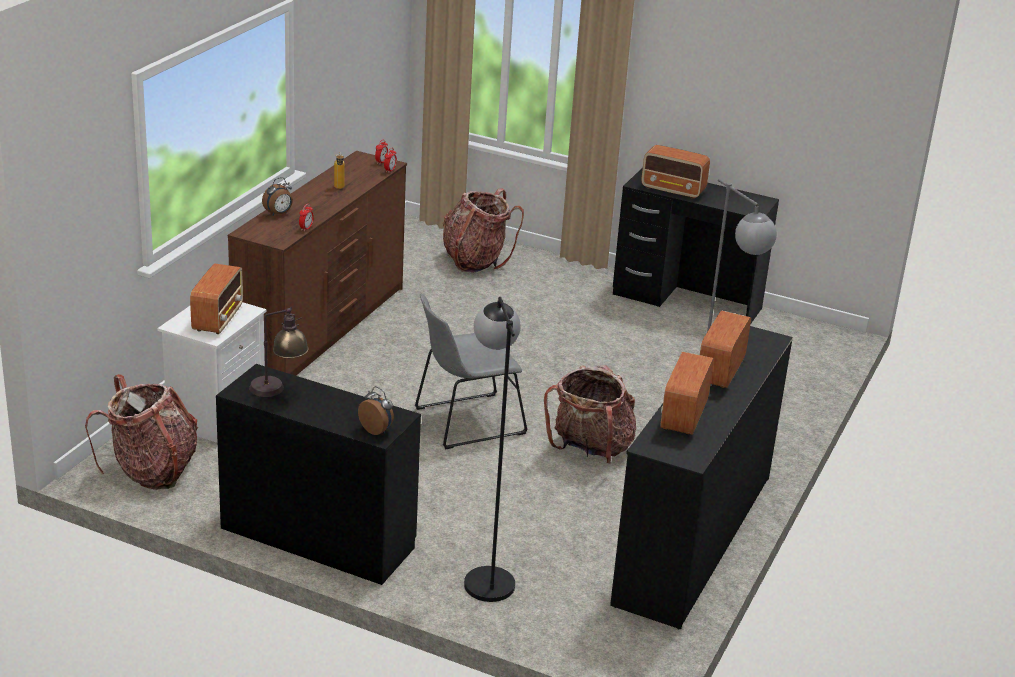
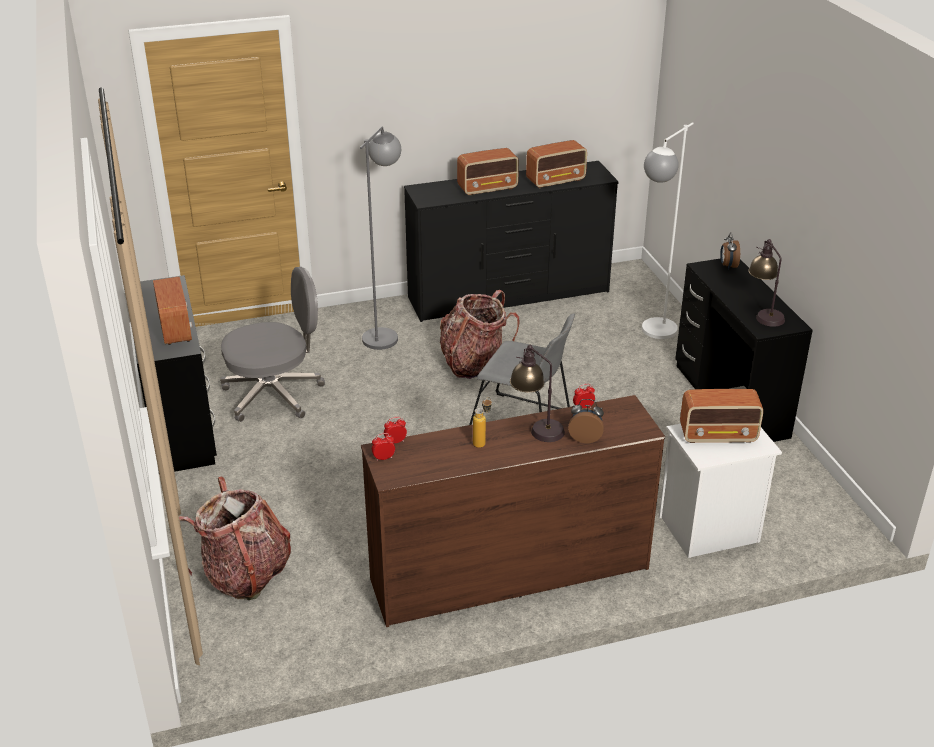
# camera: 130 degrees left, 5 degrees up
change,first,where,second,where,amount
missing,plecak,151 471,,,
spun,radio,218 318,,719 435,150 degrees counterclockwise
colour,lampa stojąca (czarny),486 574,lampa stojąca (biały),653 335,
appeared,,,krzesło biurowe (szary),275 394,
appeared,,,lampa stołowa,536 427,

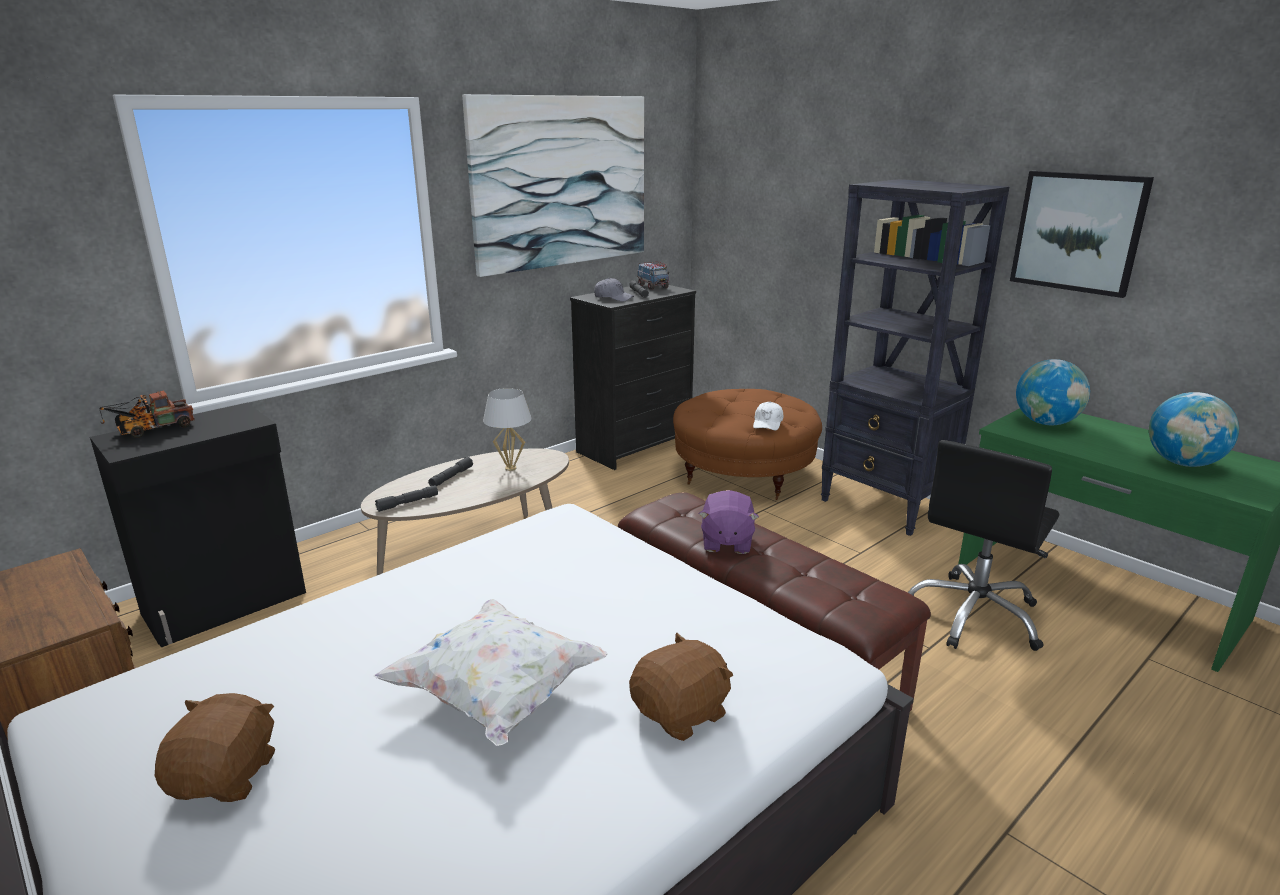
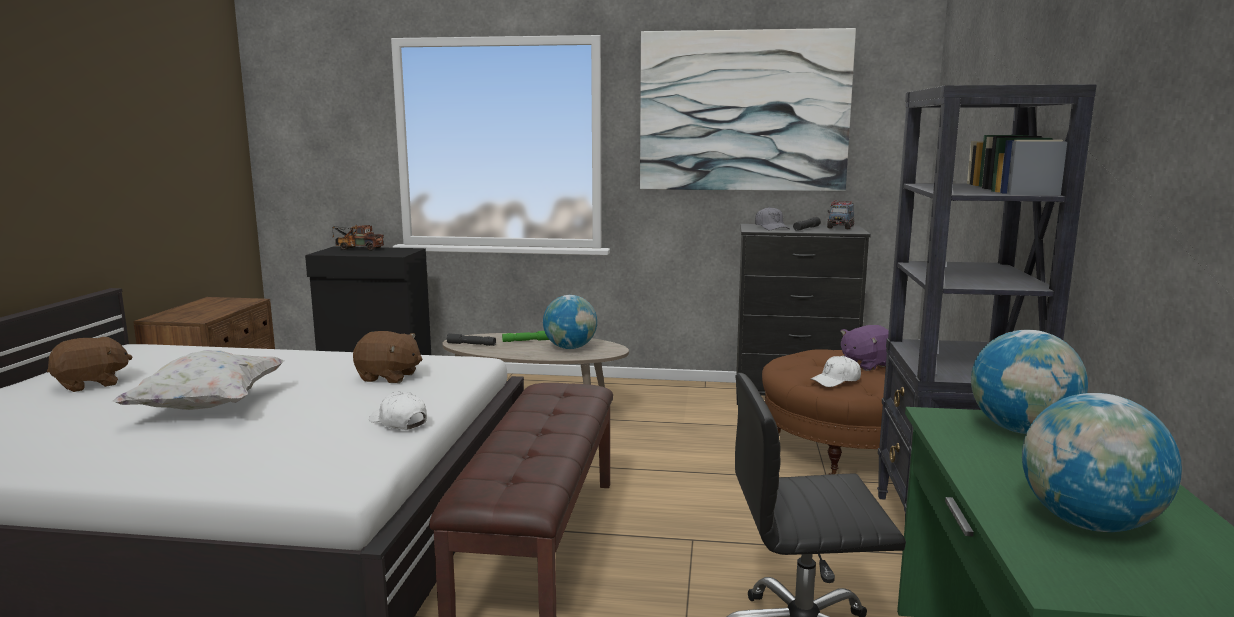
# camera: 50 degrees right, 10 degrees down
change,first,where,second,where,amount
colour,latarka (szary),451 477,latarka (zielony),527 341,
exchanged,lampa stołowa (biały),510 468,globus,570 348,
relocated,pluszak (brązowy),681 713,,388 377,
relocated,pluszak (fioletowy),726 542,,866 364,
missing,obraz,1078 232,,,
appeared,,,czapka z daszkiem (biały),398 422,

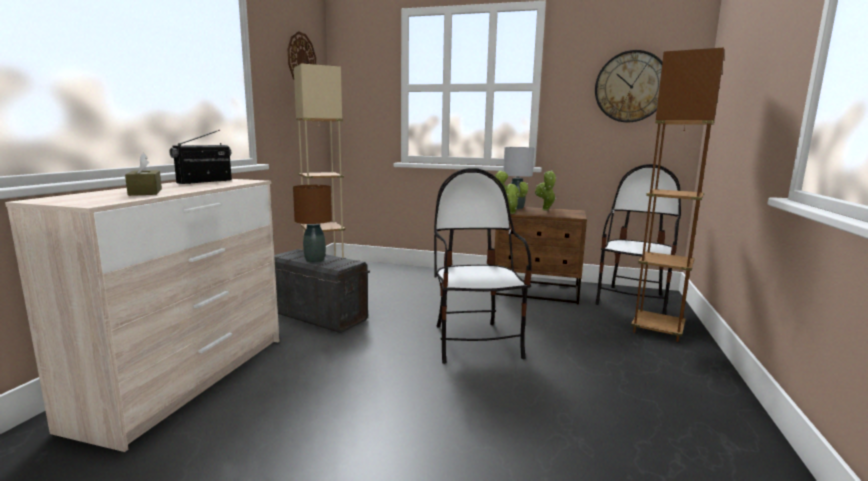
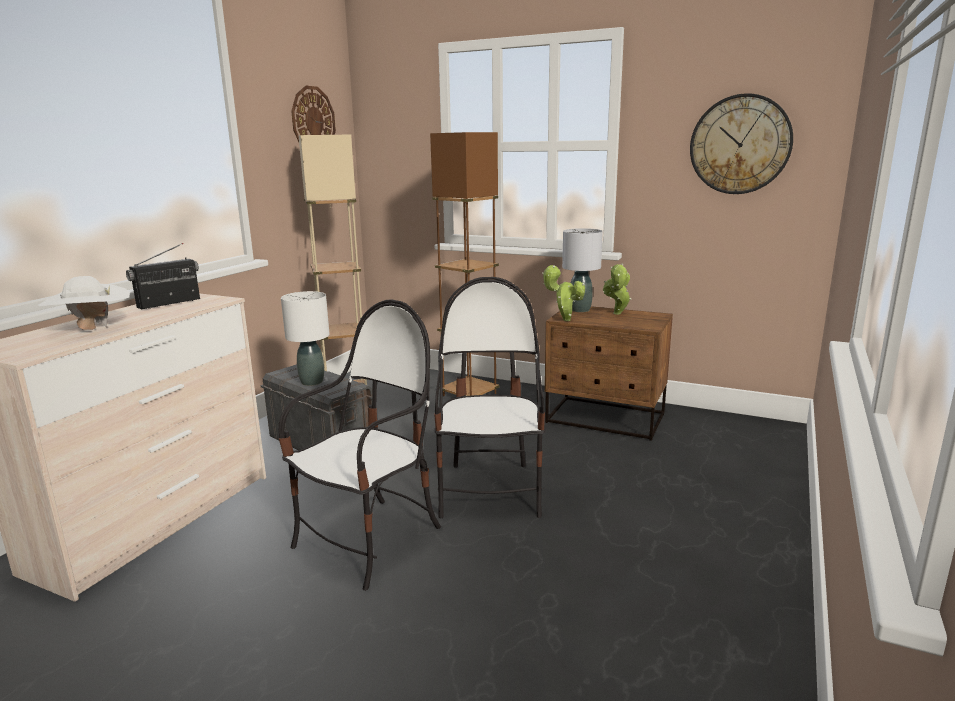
# camera: 10 degrees right, 5 degrees up
change,first,where,second,where,amount
exchanged,pudełko chusteczek (brązowy),145 192,kapelusz (biały),91 330,
colour,lampa stołowa (brązowy),314 260,lampa stołowa (biały),312 382,
relocated,krzesło,633 300,,369 541,
relocated,lampa stojąca (brązowy),657 330,,469 394,

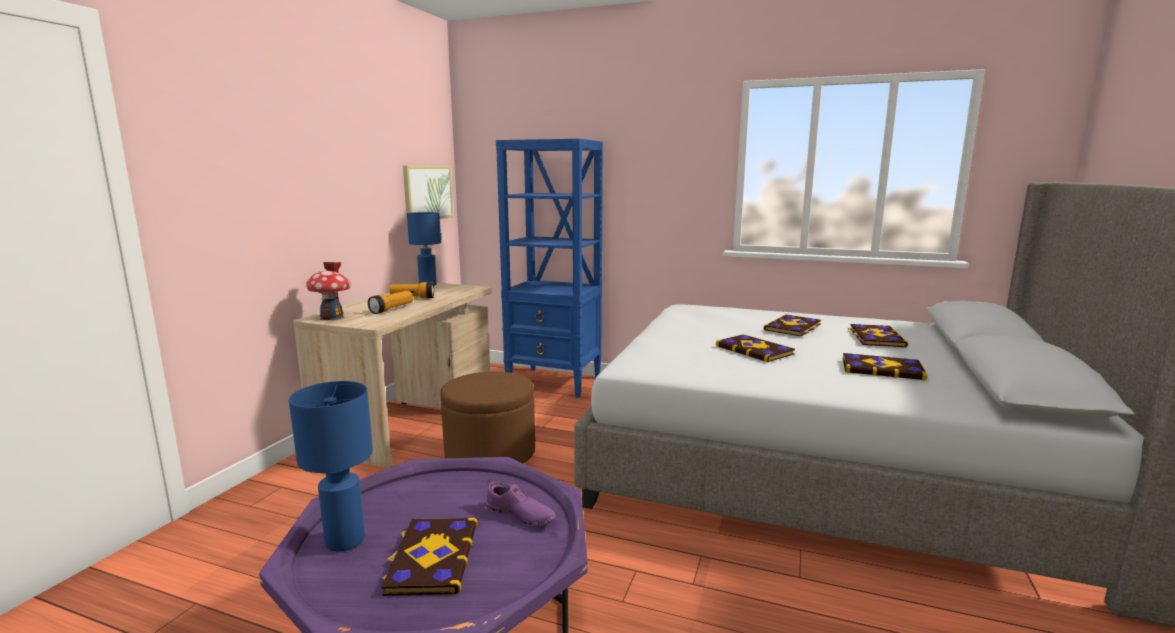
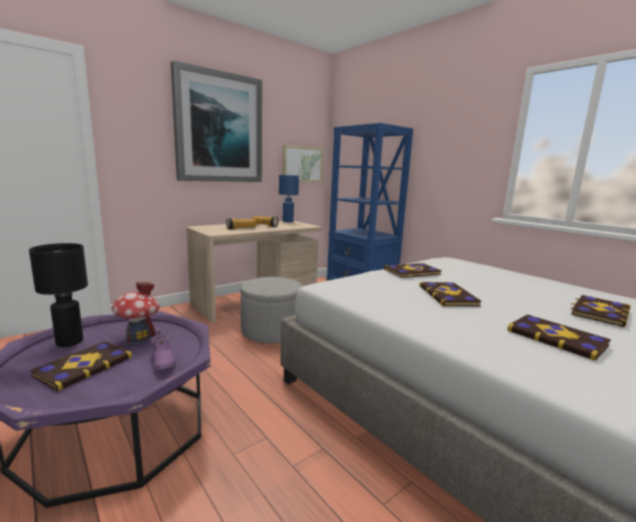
# camera: 30 degrees right, 0 degrees up
change,first,where,second,where,amount
colour,lampa stołowa (niebieski),346 541,lampa stołowa (czarny),69 342,
relocated,domek,332 317,,139 338,
colour,pufa (brązowy),490 454,pufa (szary),271 331,
relocated,książka,793 327,,412 272,
appeared,,,obraz,219 128,

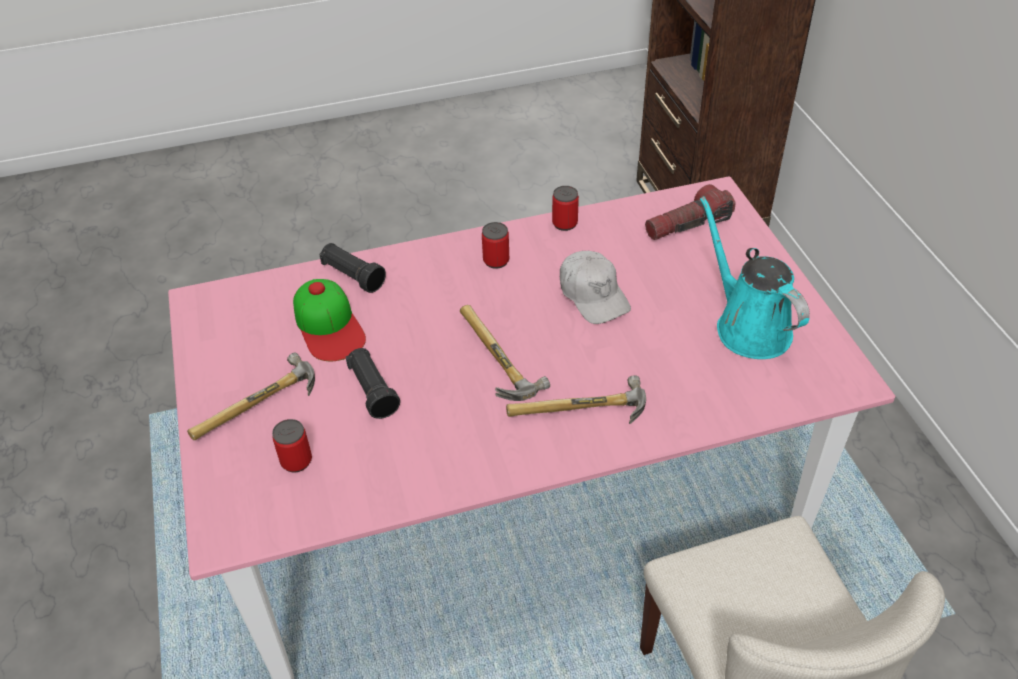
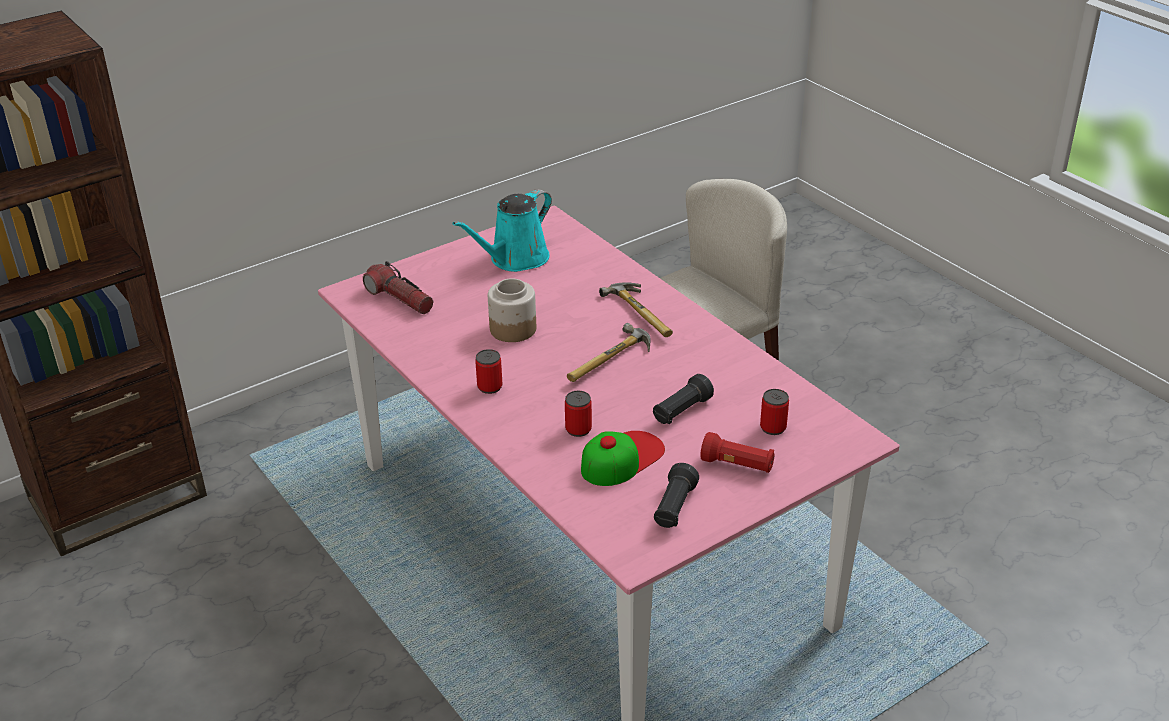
# camera: 110 degrees left, 10 degrees down
change,first,where,second,where,amount
exchanged,młotek,259 409,latarka (czerwony),737 465,
relocated,latarka (czarny),353 276,,674 508,
relocated,puszka,564 223,,578 429,
exchanged,czapka z daszkiem (biały),593 295,słoik,512 329,

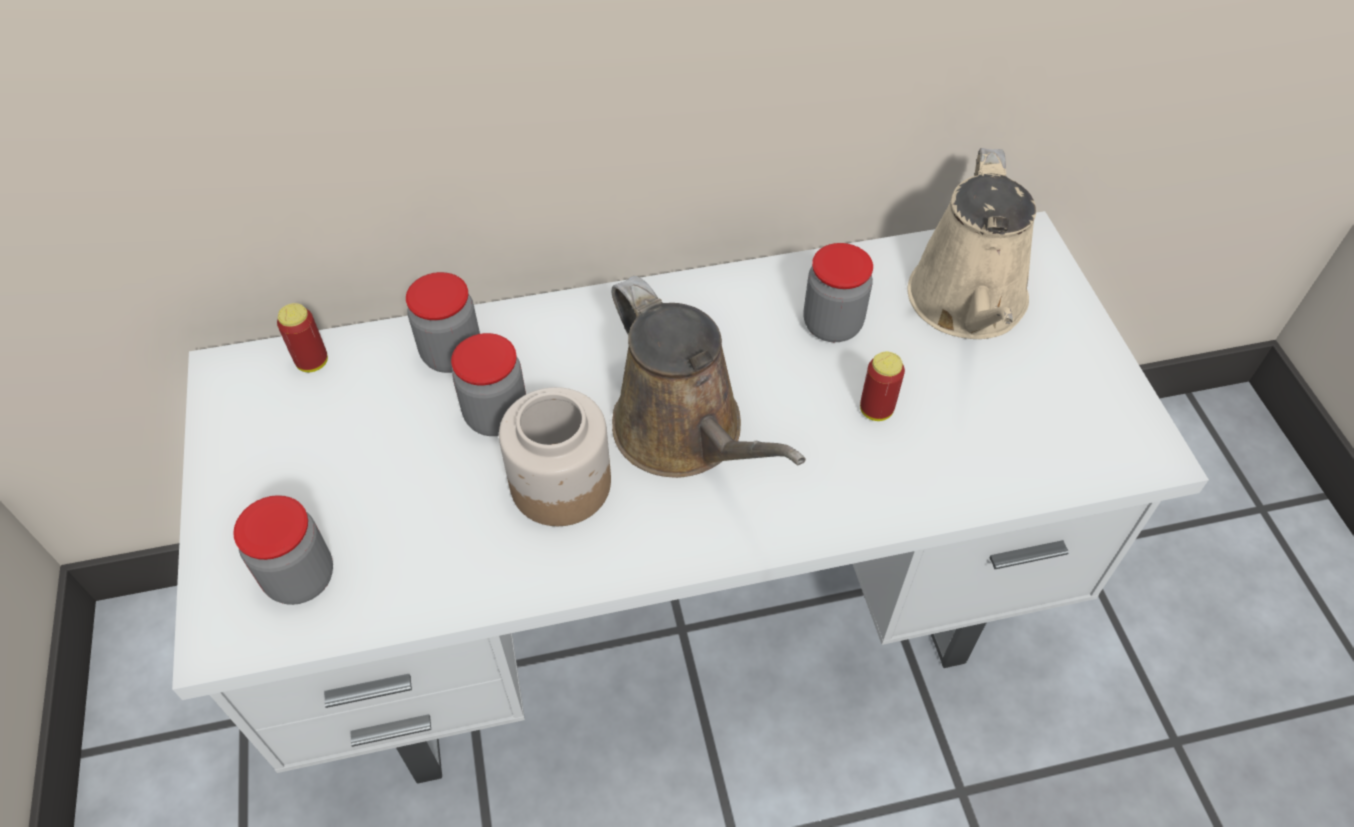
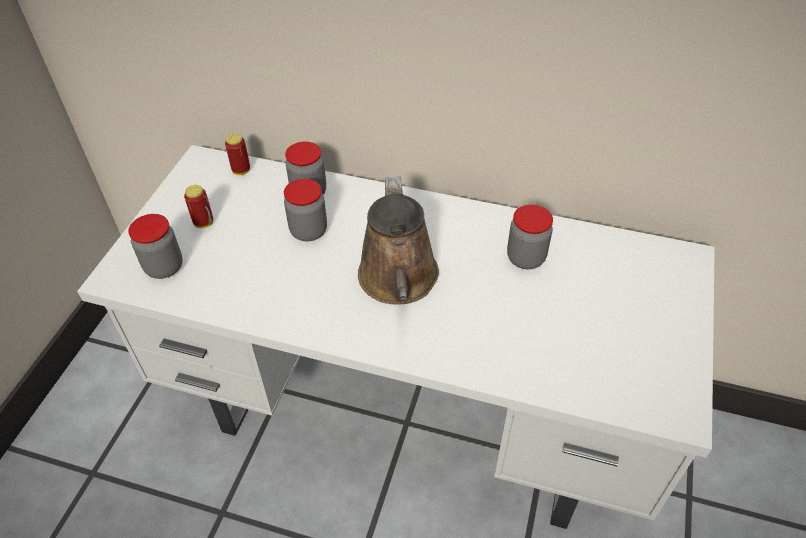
# camera: 30 degrees right, 5 degrees down
change,first,where,second,where,amount
missing,słoik,559 484,,,
relocated,puszka,876 410,,203 223,
missing,konewka (beżowy),968 305,,,

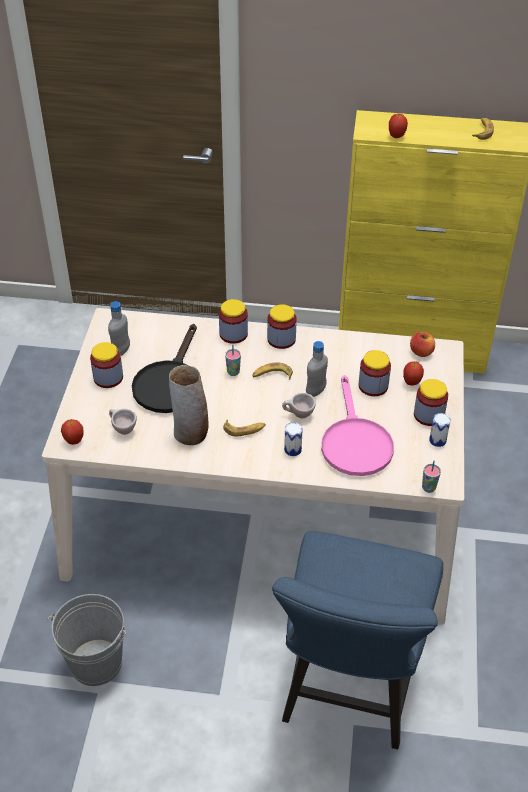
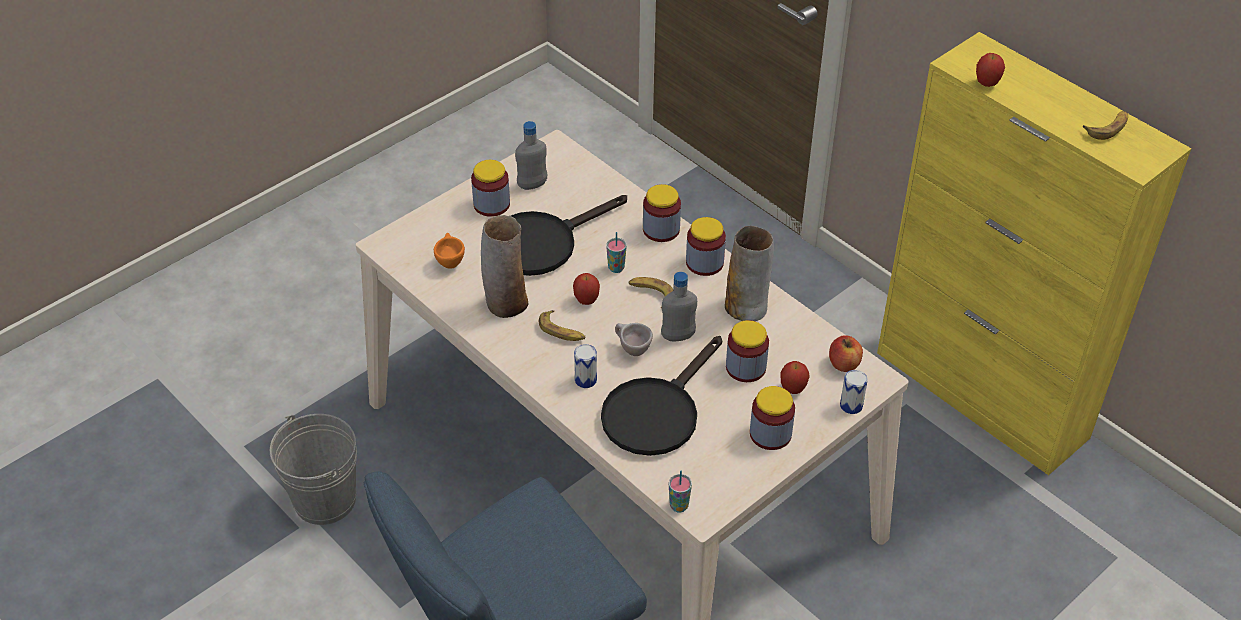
# camera: 40 degrees right, 0 degrees up
change,first,where,second,where,amount
relocated,jabłko,74 441,,586 301,
colour,filiżanka (beżowy),122 429,filiżanka (pomarańczowy),449 261,
colour,patelnia (różowy),354 442,patelnia (czarny),657 411,
relocated,puszka,437 440,,851 405,
appeared,,,wazon,746 307,

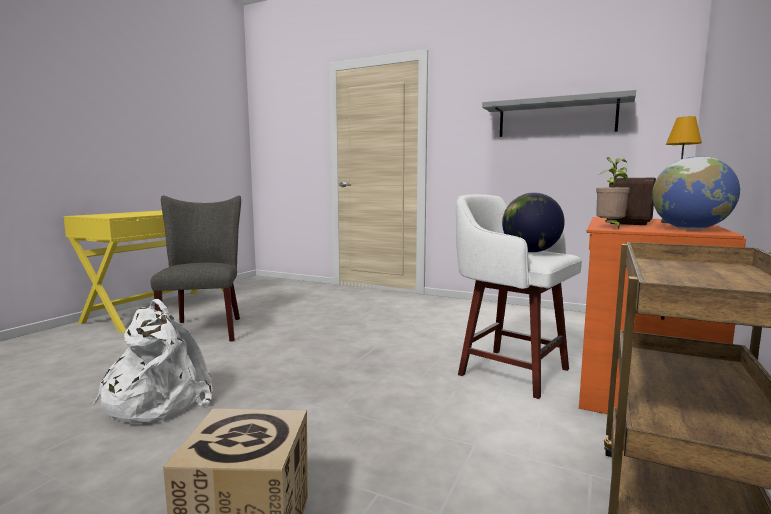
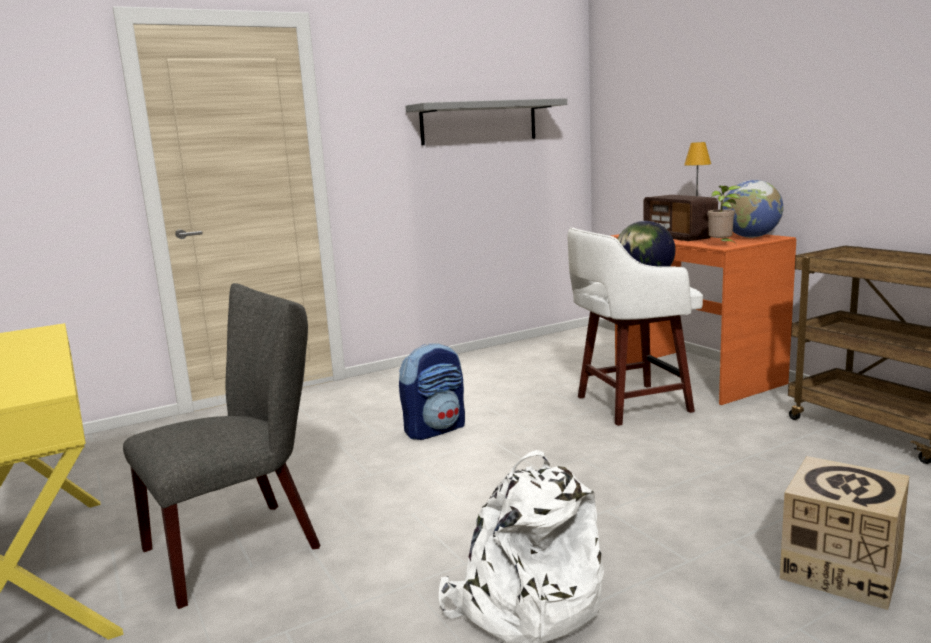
# camera: 55 degrees left, 5 degrees up
change,first,where,second,where,amount
spun,krzesło (szary),204 329,,243 545,120 degrees clockwise
appeared,,,plecak,435 429,

